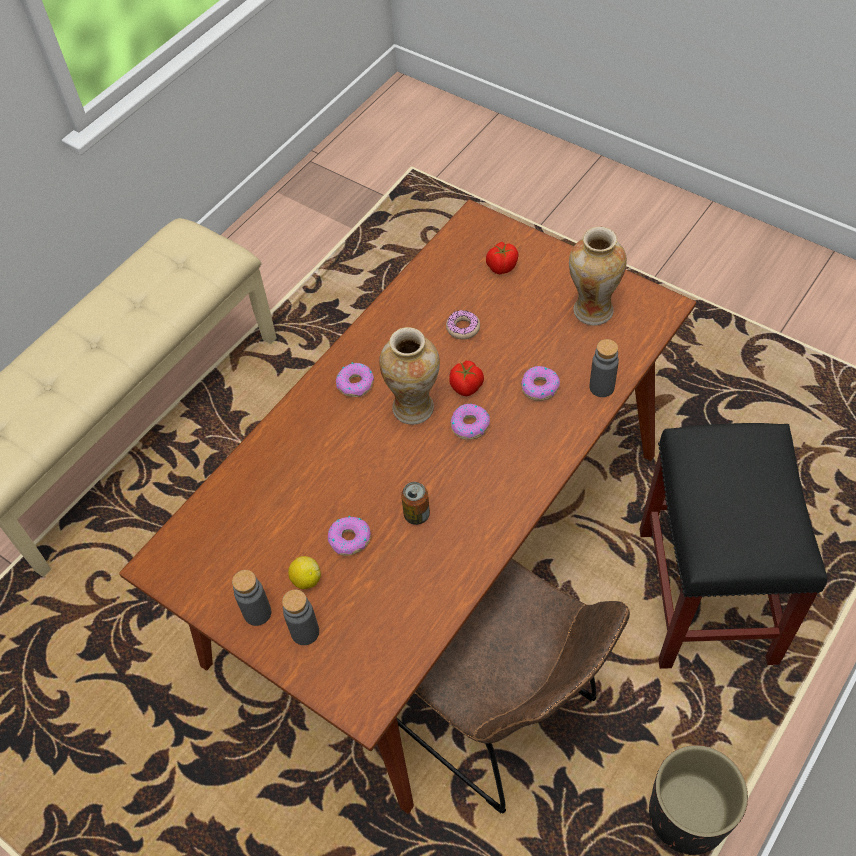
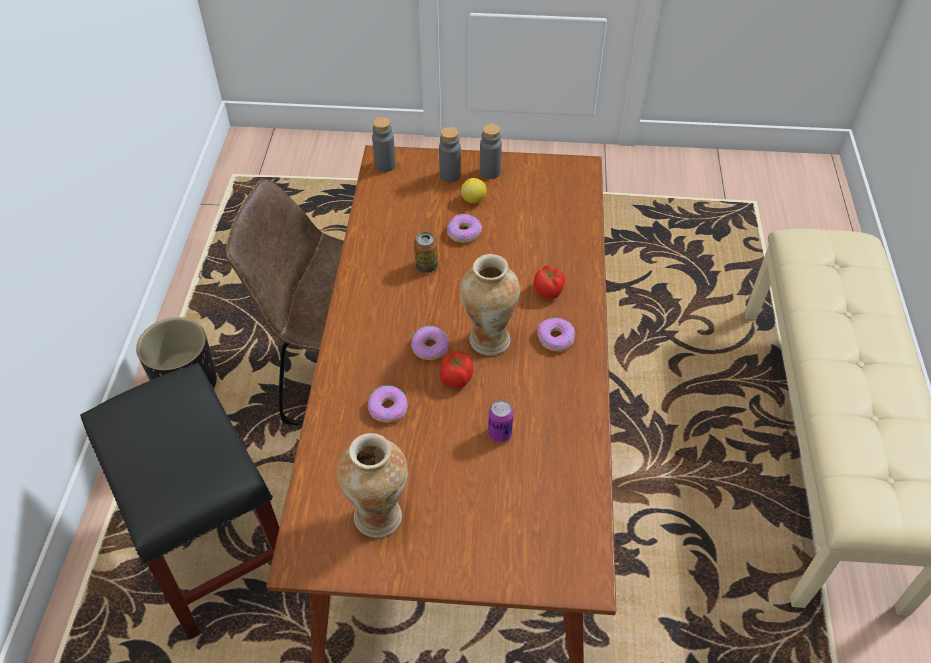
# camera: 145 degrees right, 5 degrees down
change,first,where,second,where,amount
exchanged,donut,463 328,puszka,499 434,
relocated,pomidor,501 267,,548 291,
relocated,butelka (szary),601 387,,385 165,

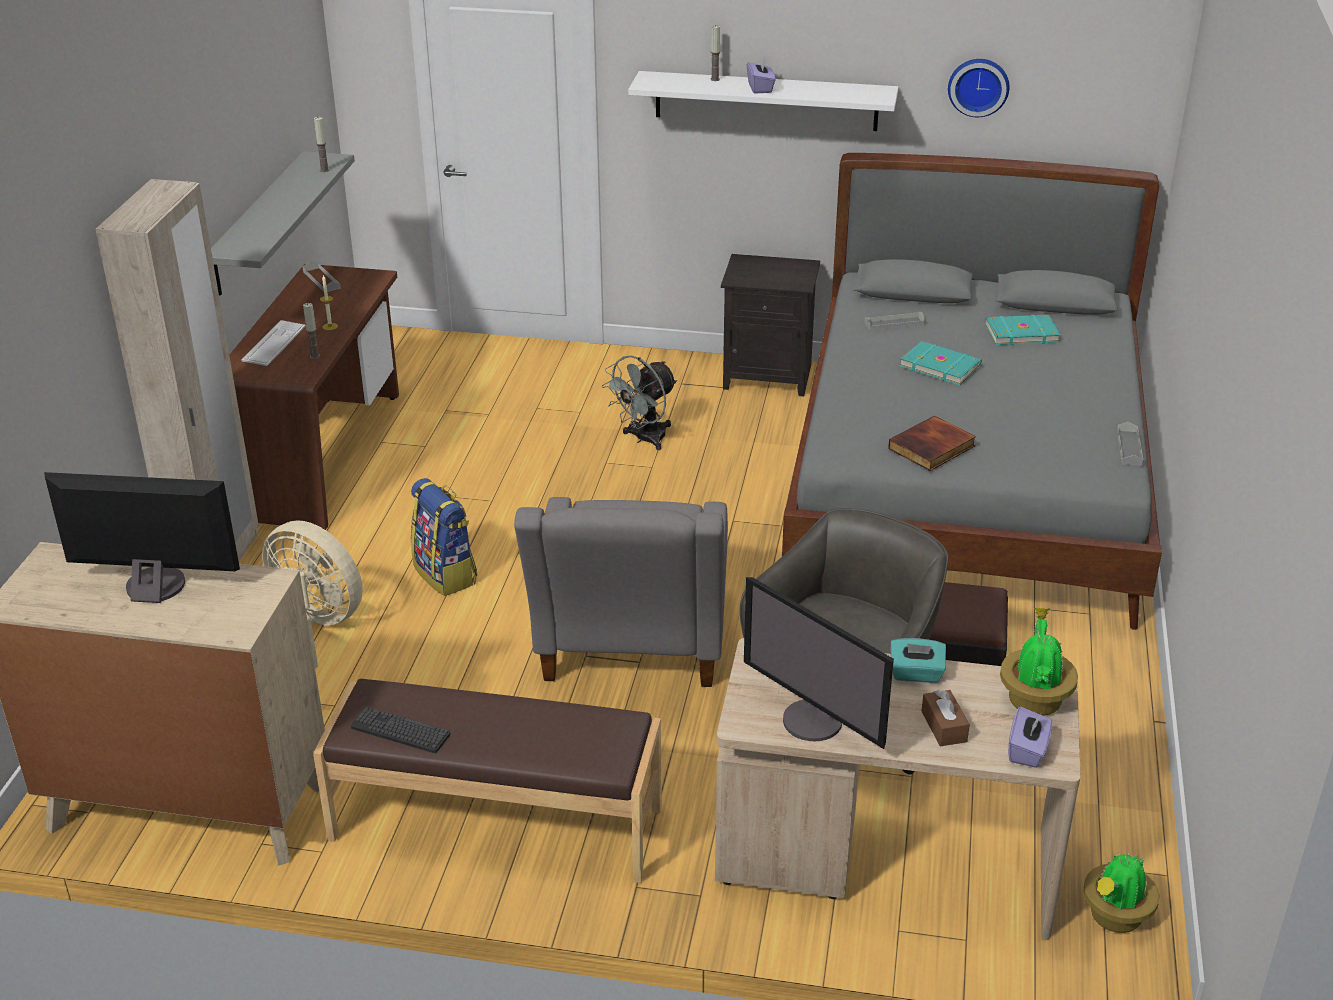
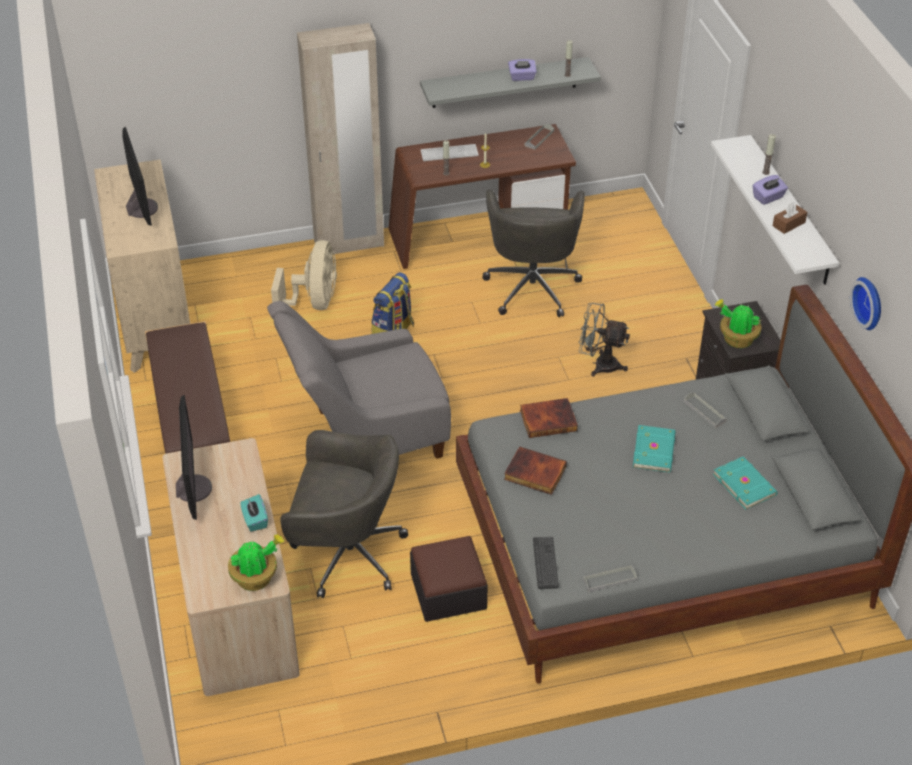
# camera: 65 degrees right, 10 degrees up
change,first,where,second,where,amount
relocated,klawiatura,400 731,,545 563,
spun,monitor,814 720,,193 488,150 degrees clockwise
relocated,pudełko chusteczek (brązowy),944 726,,788 224,
relocated,pudełko chusteczek (fioletowy),1027 751,,522 77,
relocated,roślina doniczkowa,1114 917,,736 339,
appeared,,,krzesło biurowe (szary),532 286,
appeared,,,książka,548 419,

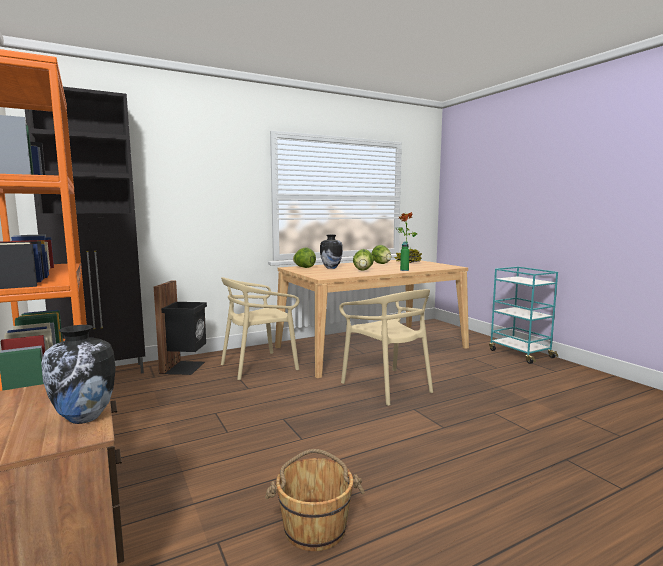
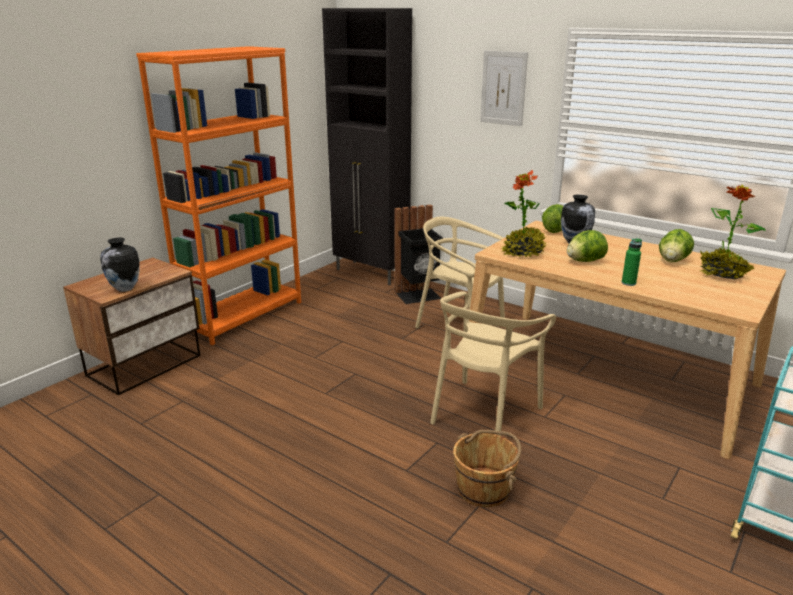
# camera: 65 degrees right, 15 degrees up
change,first,where,second,where,amount
relocated,wiadro (brązowy),315 527,,484 489,
appeared,,,obraz,503 88,
appeared,,,roślina doniczkowa,523 252,

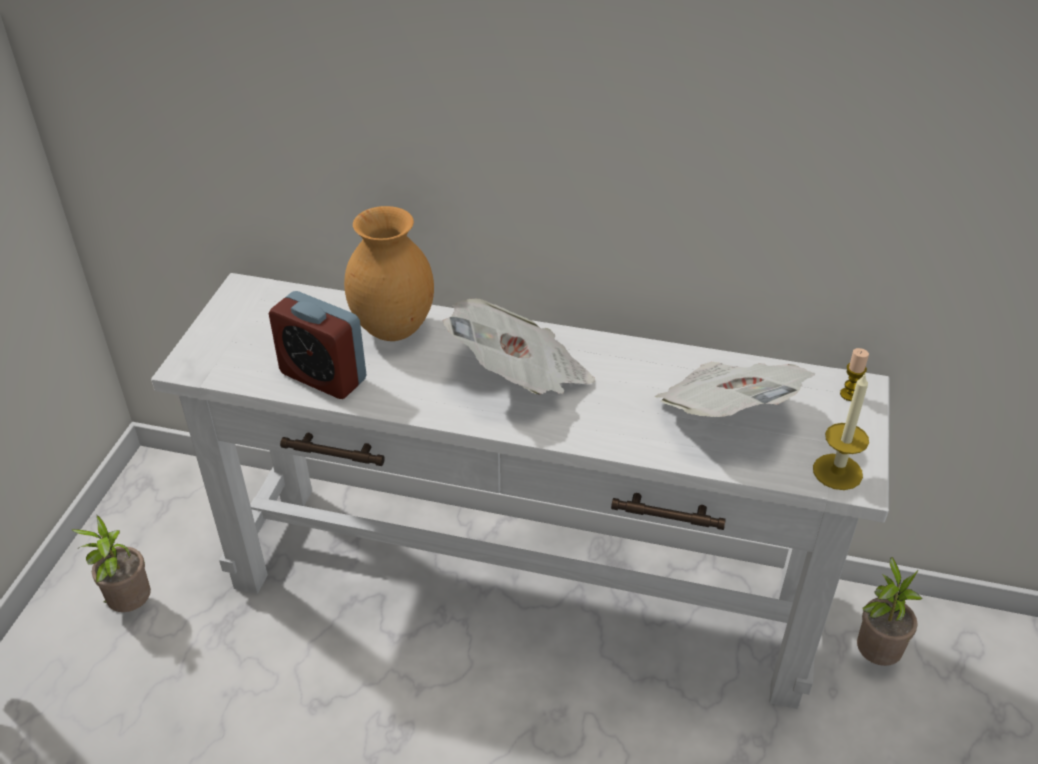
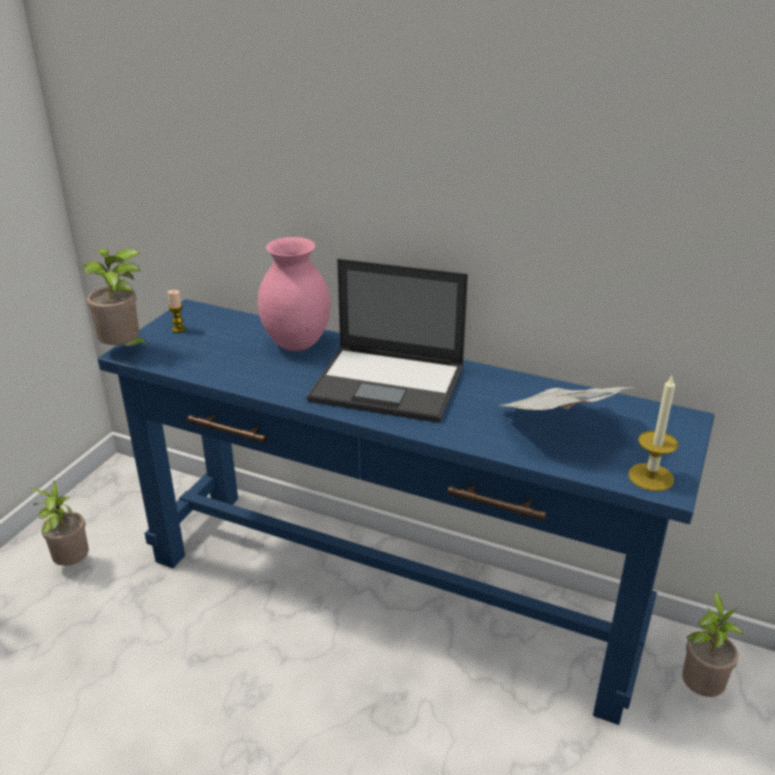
# camera: 10 degrees right, 10 degrees down
change,first,where,second,where,amount
colour,stolik konsolowy (biały),520 588,stolik konsolowy (niebieski),389 592,
missing,budzik,323 376,,,
colour,wazon (brązowy),392 331,wazon (różowy),296 345,
exchanged,gazeta,521 377,laptop,390 384,
relocated,świeca,849 394,,178 329,
appeared,,,roślina doniczkowa,124 350,

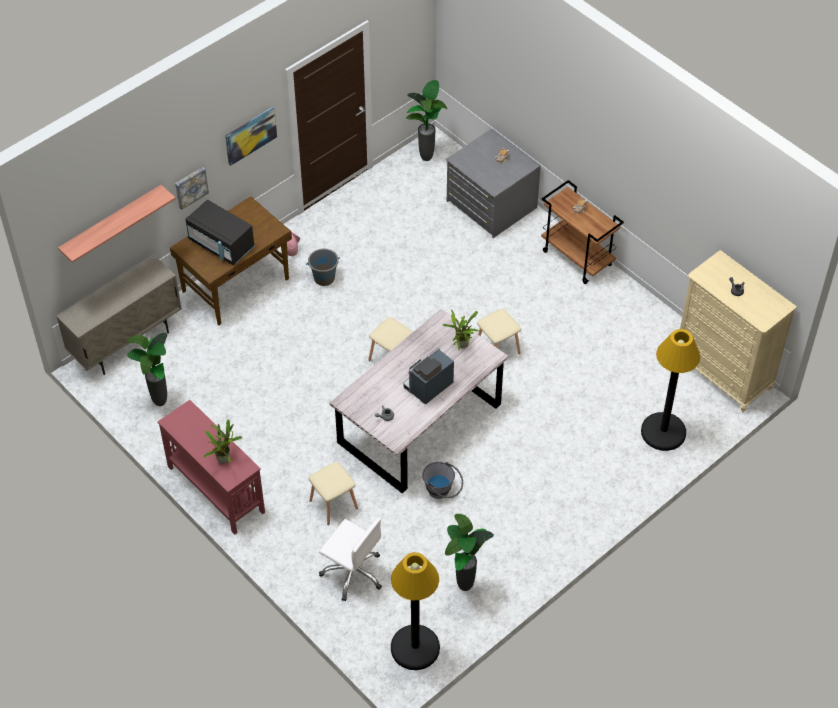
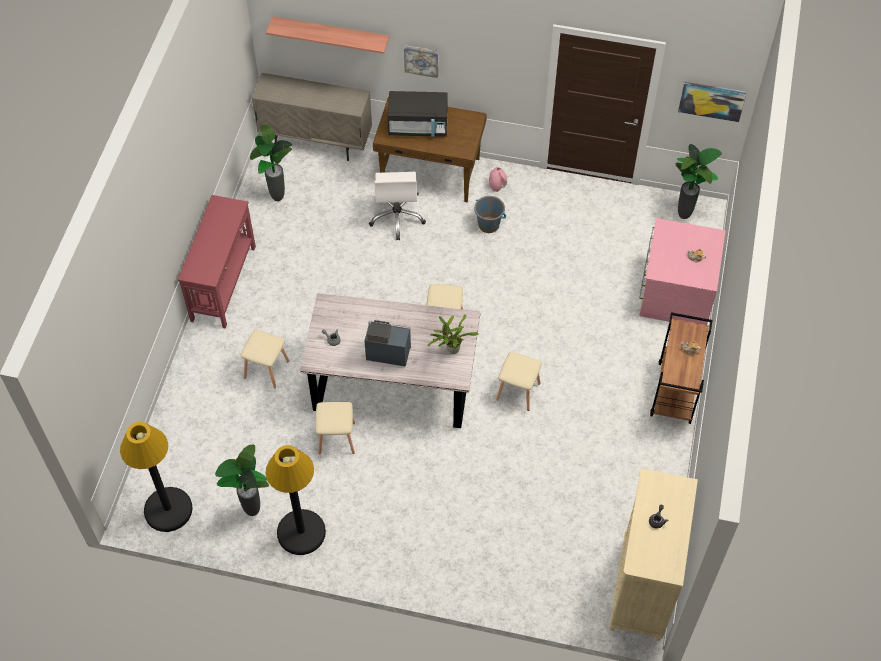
# camera: 55 degrees right, 5 degrees up
change,first,where,second,where,amount
spun,mikrofalówka (czarny),221 245,,418 126,90 degrees counterclockwise
missing,roślina doniczkowa,224 458,,,
relocated,obraz,250 135,,712 100,
relocated,krzesło biurowe (biały),353 573,,397 217,
exchanged,wiadro (szary),442 492,stołek (beżowy),336 438,
colour,komoda (szary),490 205,komoda (różowy),675 292,
relocated,lampa stojąca (czarny),663 432,,301 532,

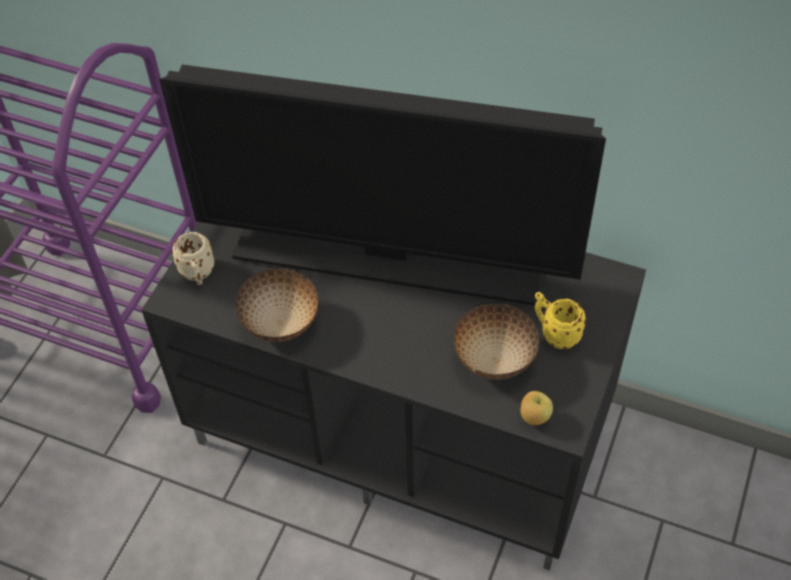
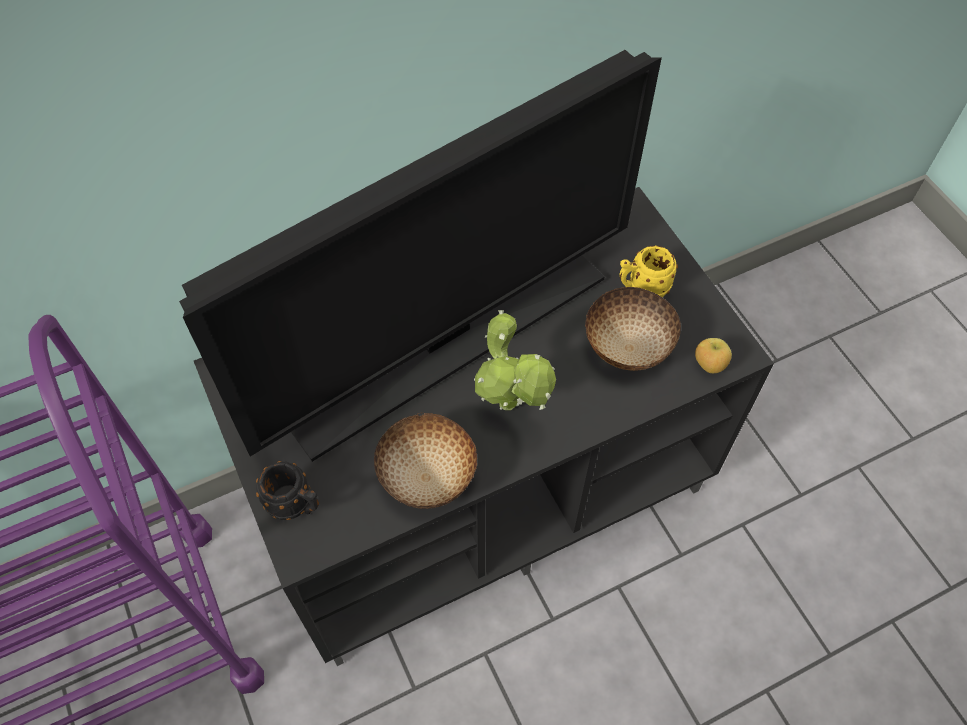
# camera: 50 degrees left, 5 degrees up
change,first,where,second,where,amount
colour,kubek (beżowy),198 274,kubek (czarny),296 505,
appeared,,,roślina doniczkowa,511 408,

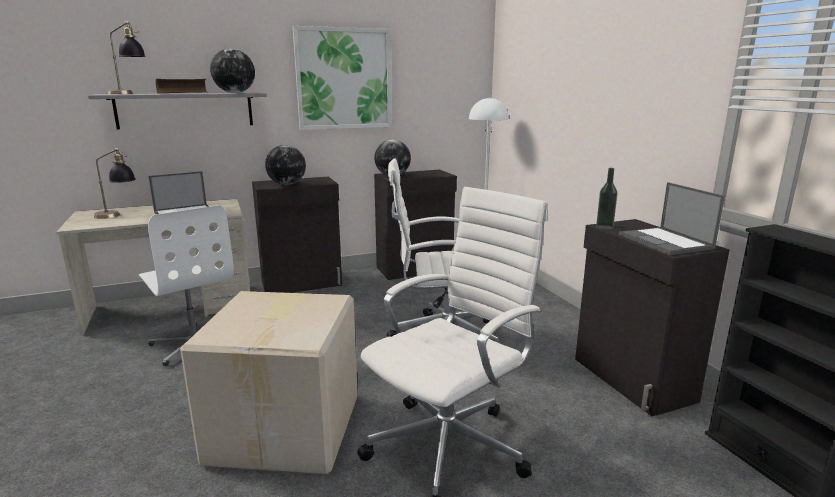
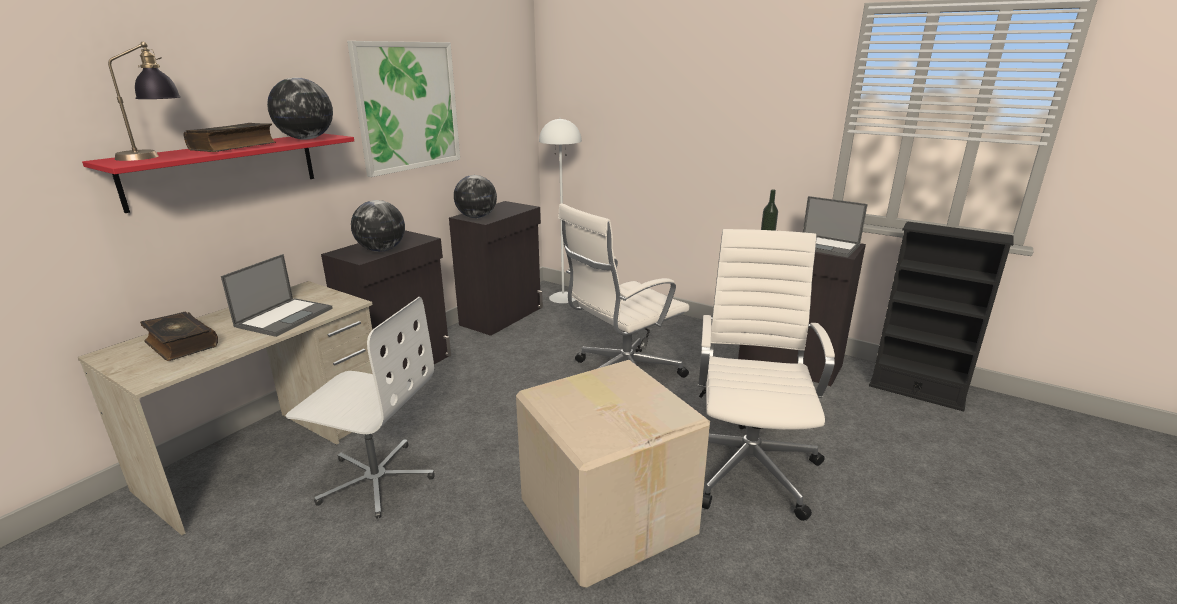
# camera: 35 degrees left, 5 degrees up
change,first,where,second,where,amount
colour,półka (szary),185 110,półka (czerwony),224 169,
exchanged,lampa stołowa,118 215,książka,180 344,

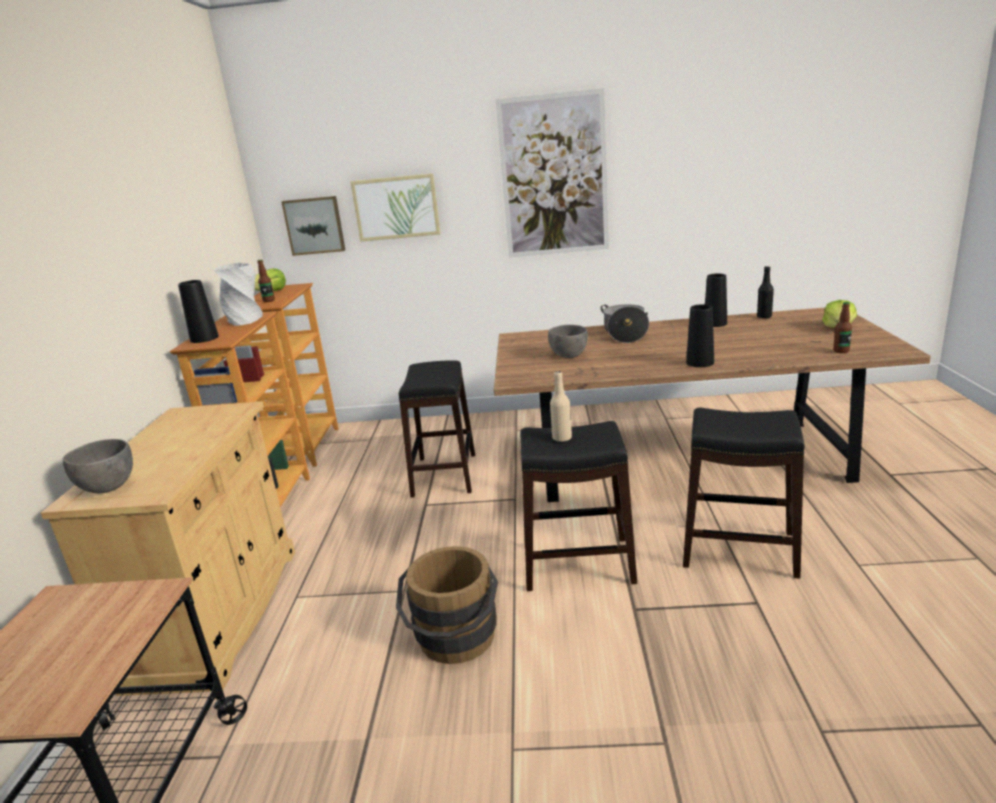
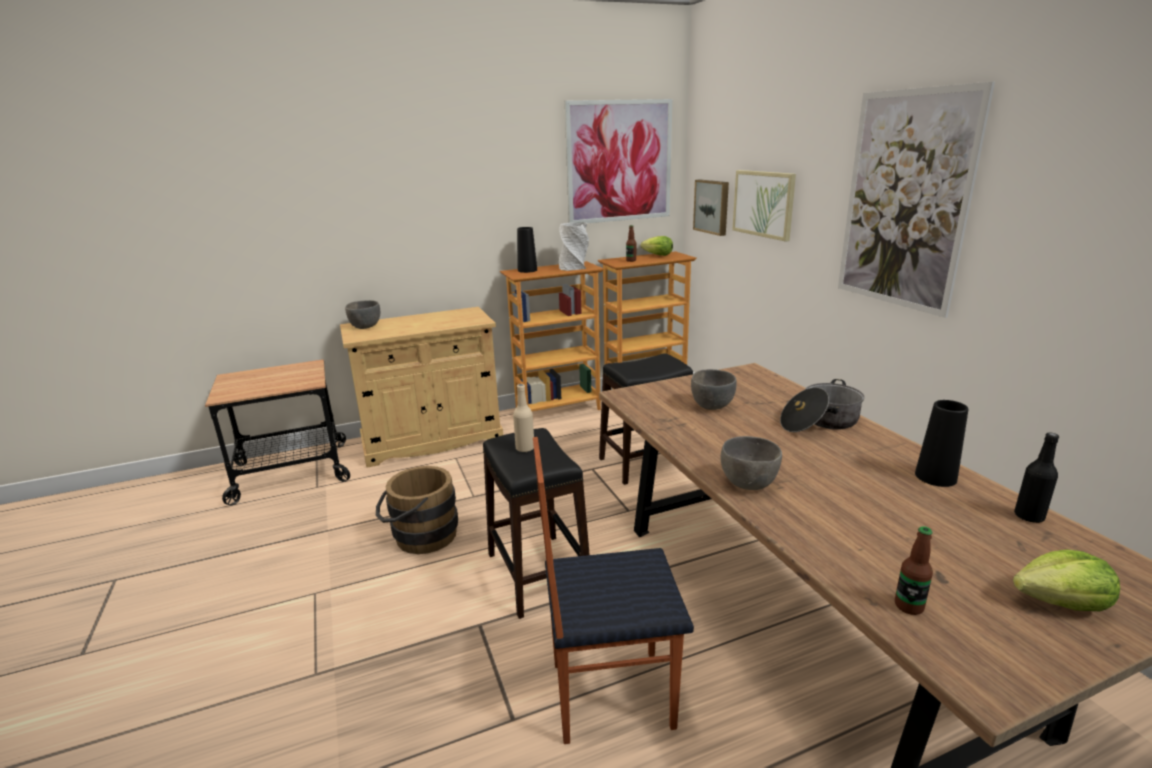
# camera: 65 degrees right, 0 degrees up
change,first,where,second,where,amount
exchanged,stołek (czarny),739 550,krzesło,610 693,
exchanged,wazon (czarny),700 362,miska (szary),747 484,
appeared,,,obraz,619 162,

